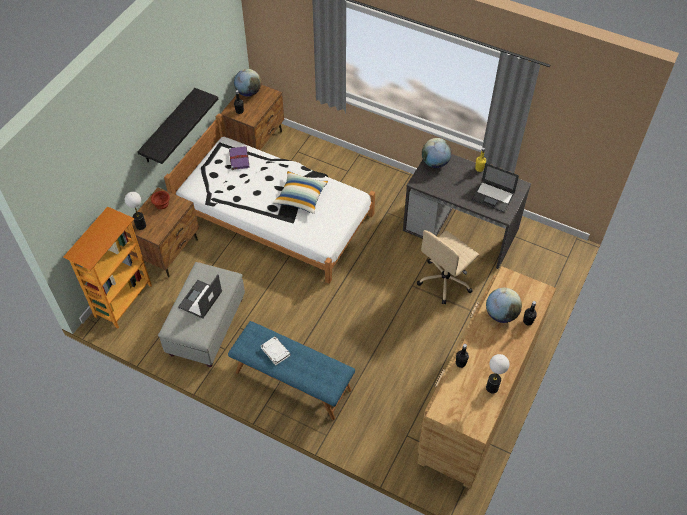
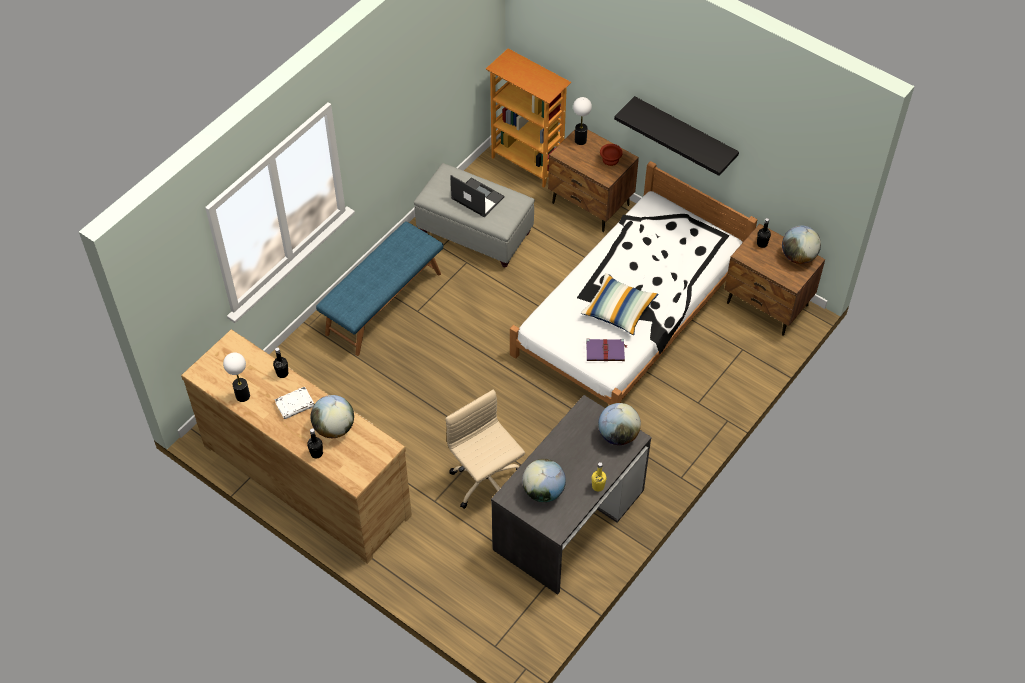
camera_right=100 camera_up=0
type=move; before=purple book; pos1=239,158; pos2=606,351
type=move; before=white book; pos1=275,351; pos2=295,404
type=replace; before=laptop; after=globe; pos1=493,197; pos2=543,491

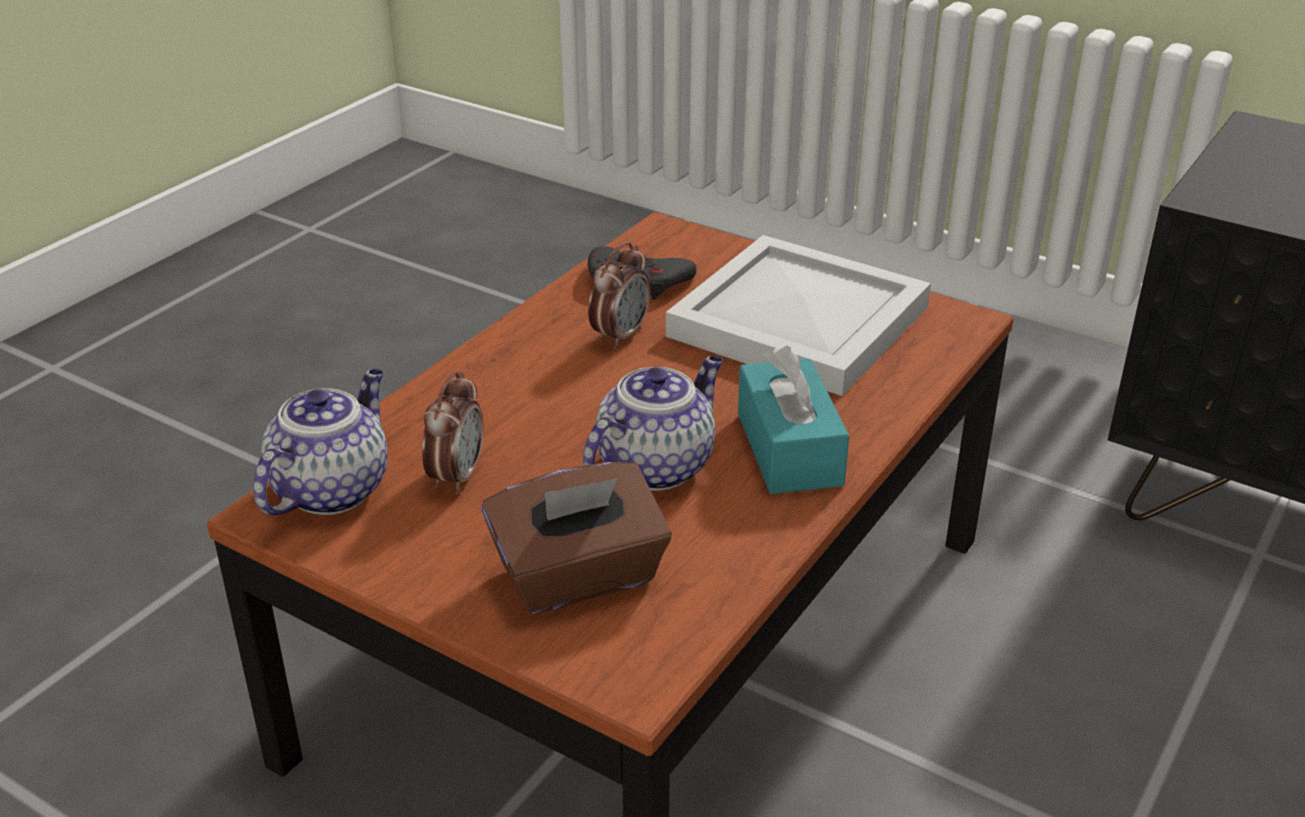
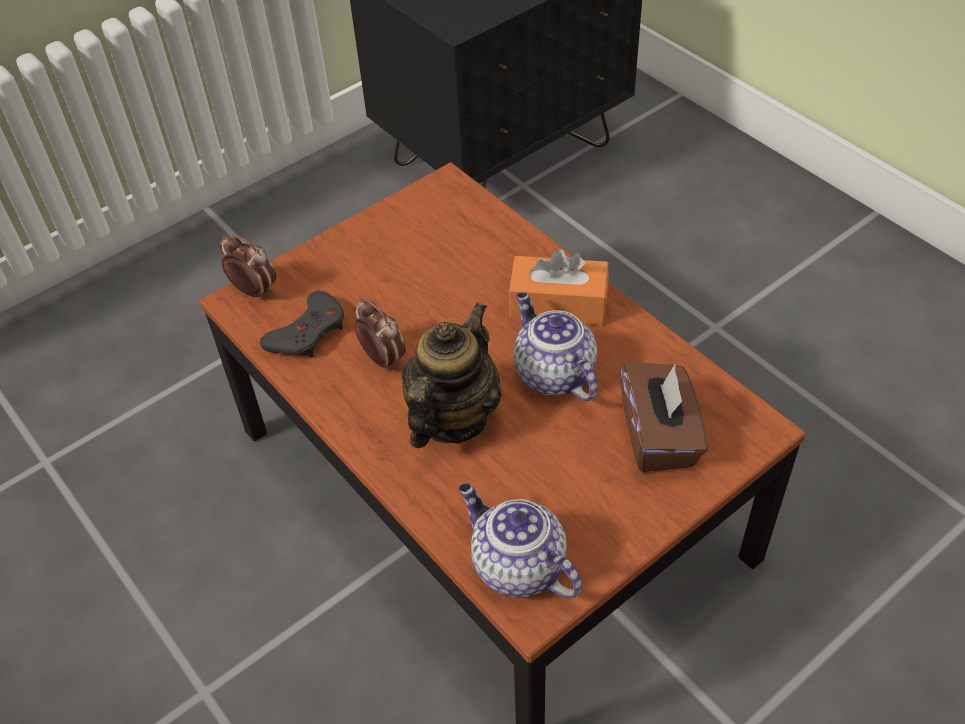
camera_right=-70 camera_up=15
type=delete; before=white tray; pos1=794,322
type=insert; after=teapot; pos2=452,418
type=move; before=alarm clock; pos1=456,476; pos2=254,291
type=recolor; before=turquoise tissue box; after=orange tissue box; pos1=789,449; pos2=558,304

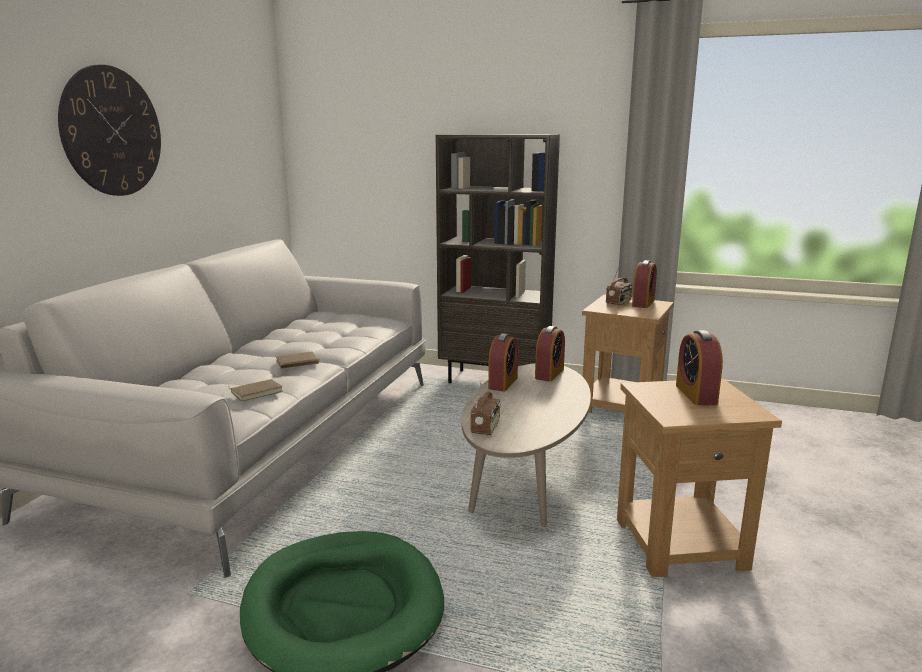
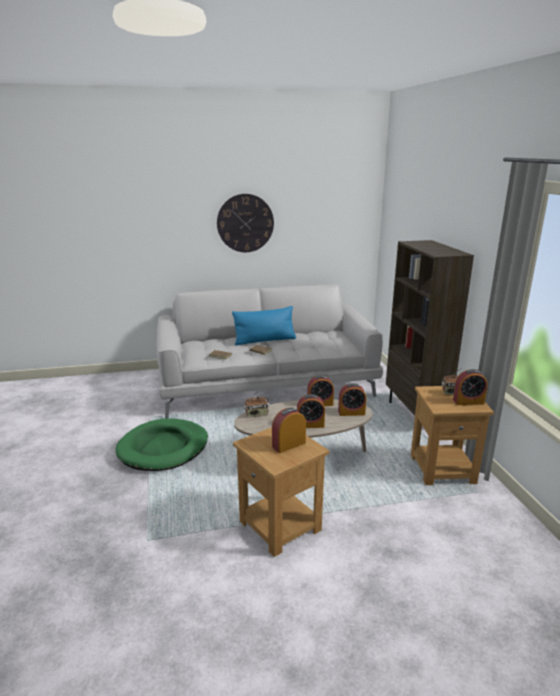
camera_right=60 camera_up=5
type=insert; after=blue pillow; pos2=265,340
type=insert; after=alarm clock; pos2=310,425

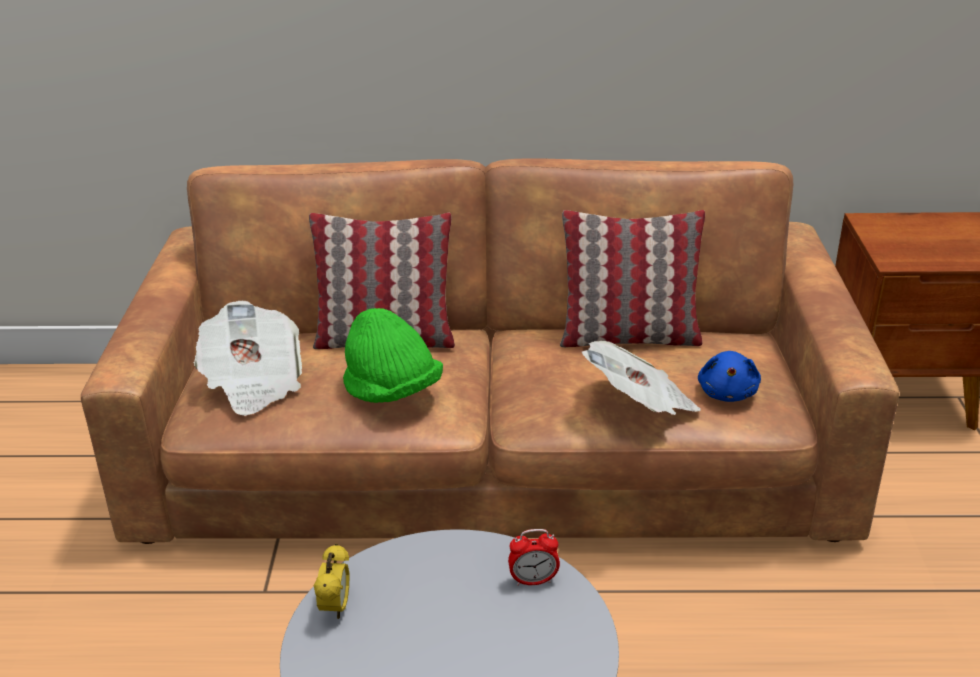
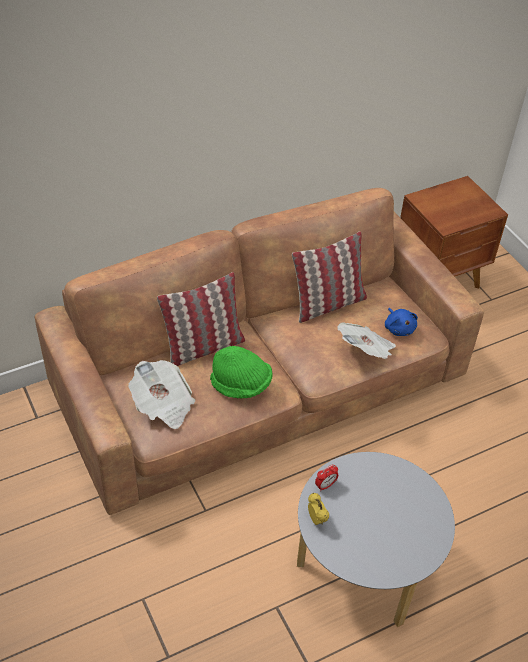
camera_right=-30 camera_up=15
type=move; before=alarm clock; pos1=533,580; pos2=325,485

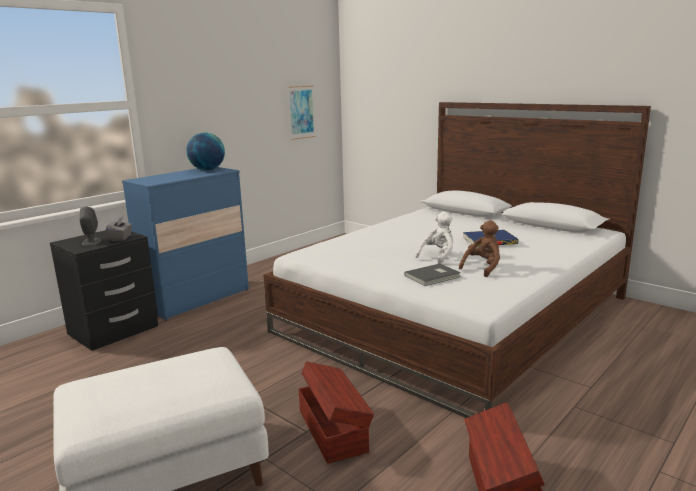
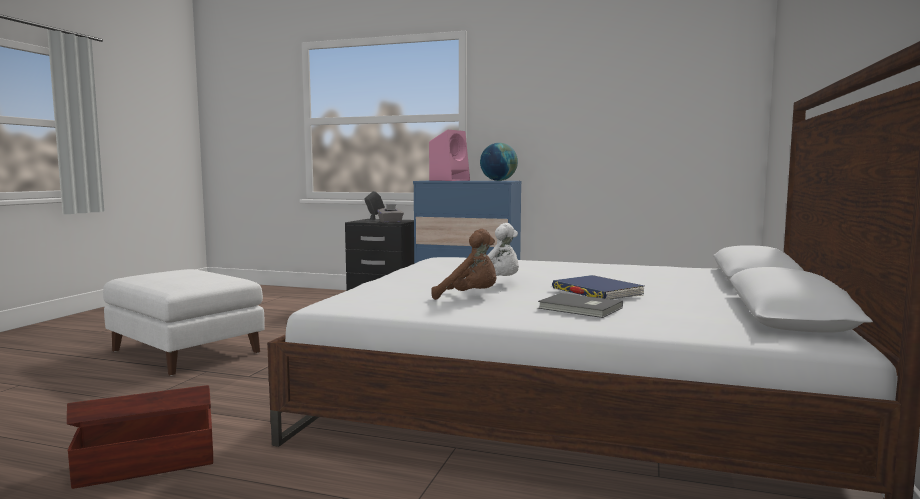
camera_right=65 camera_up=-10
type=delete; before=picture; pos1=301,112
type=delete; before=brown storage box; pos1=333,430
type=insert; after=pink speaker; pos2=450,180
type=move; before=grey book; pos1=433,276; pos2=580,308

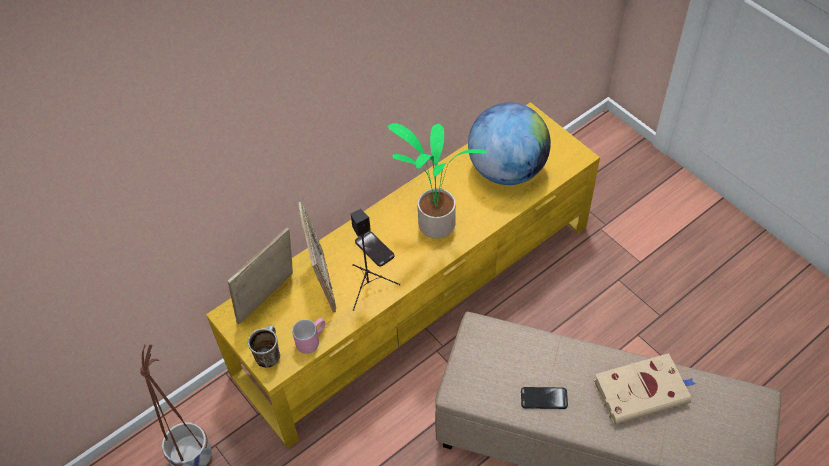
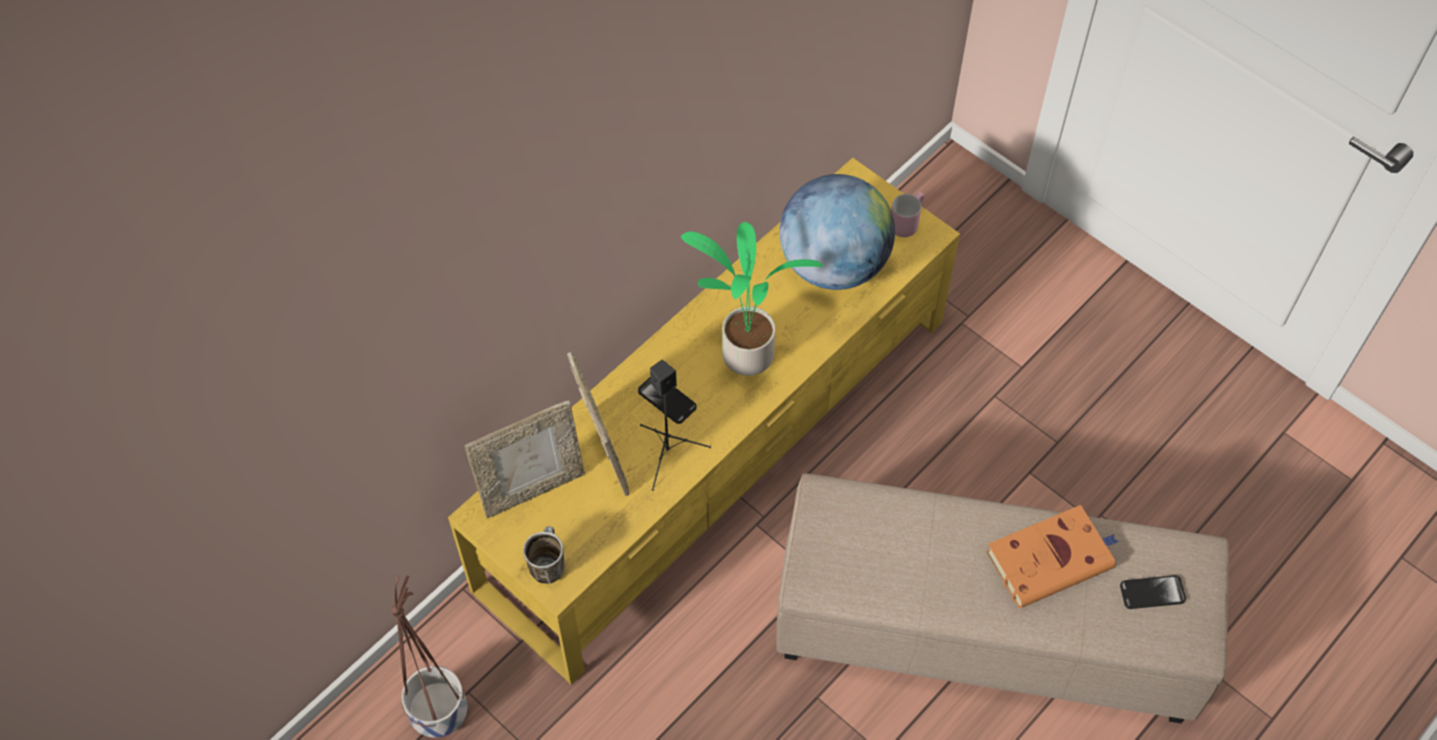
camera_right=-10 camera_up=5
type=move; before=pink mug; pos1=310,340; pos2=905,221
type=move; before=phone; pos1=544,398; pos2=1152,593
type=recolor; before=beige book; after=orange book; pos1=643,391; pos2=1052,558
type=rotate; before=picture frame; pos1=268,301; pos2=532,489; turn=-150

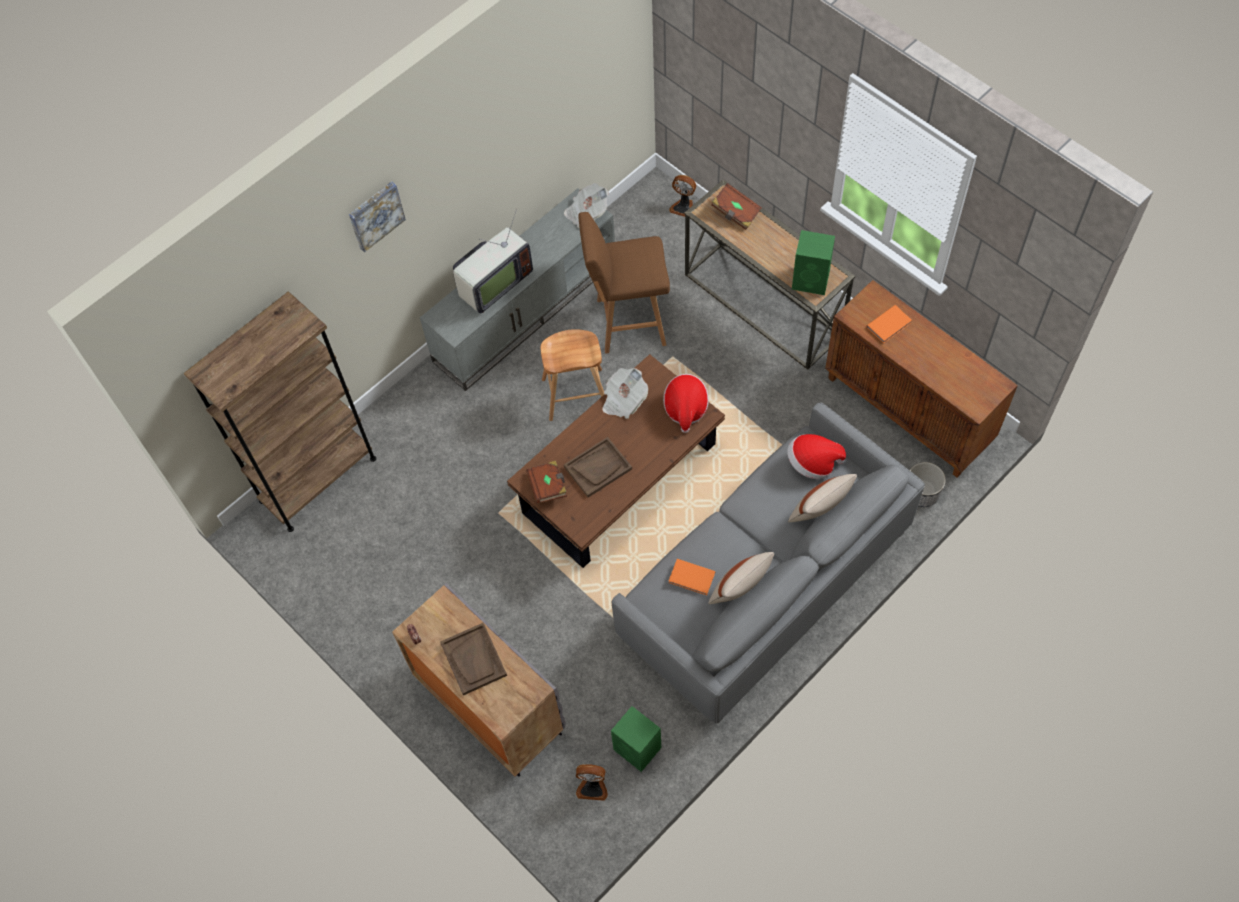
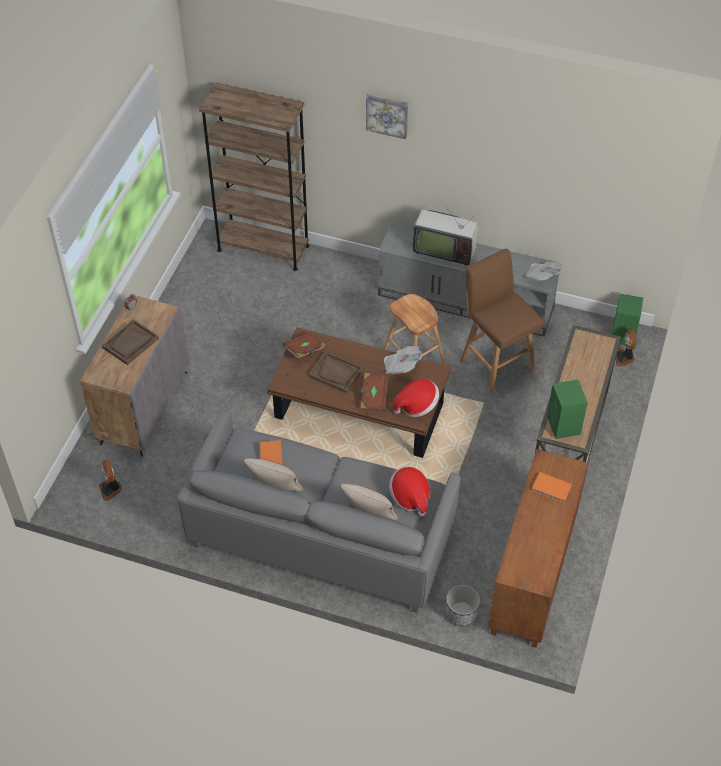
camera_right=60 camera_up=-10
type=move; before=green speaker; pos1=638,749; pos2=623,335
type=move; before=brown book; pos1=735,212; pos2=373,397

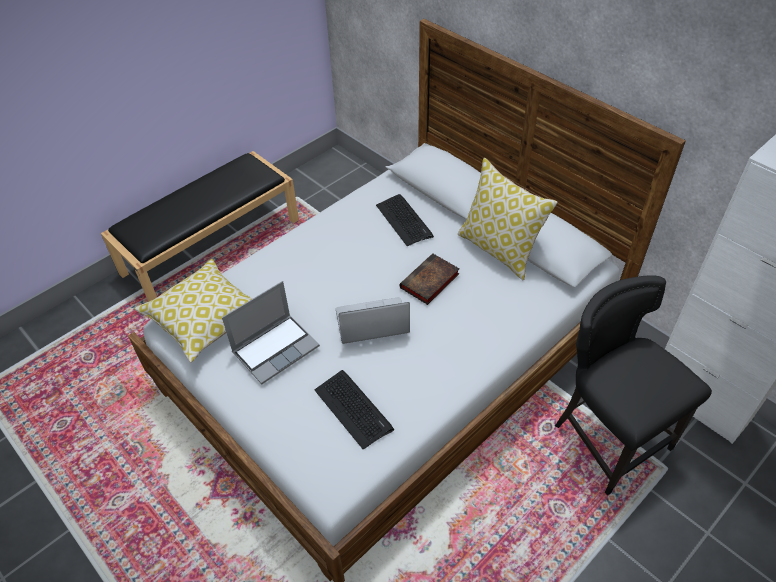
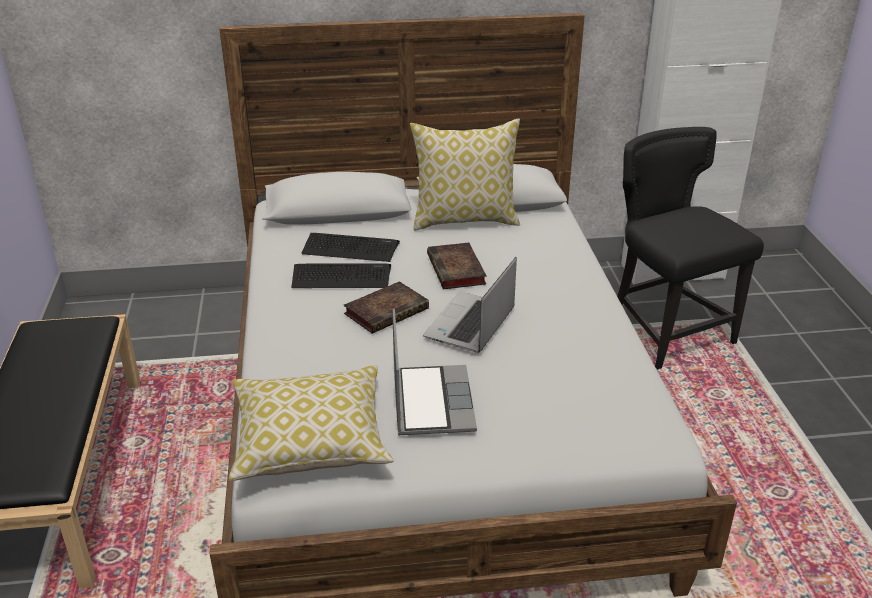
camera_right=-55 camera_up=-15
type=insert; after=book; pos2=387,310
type=move; before=keyboard; pos1=353,409; pos2=341,277
type=rotate; before=black chair; pos1=608,438; pos2=667,331; turn=60

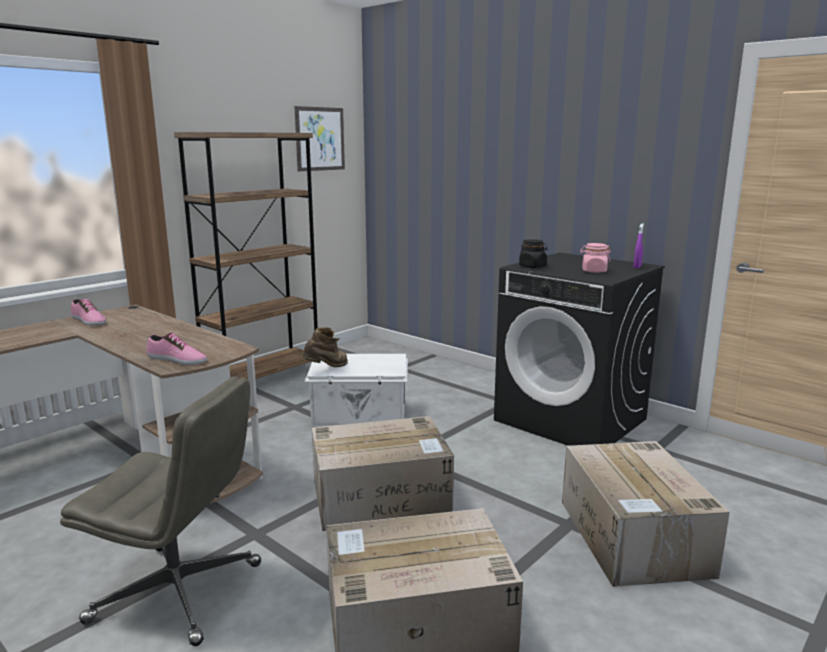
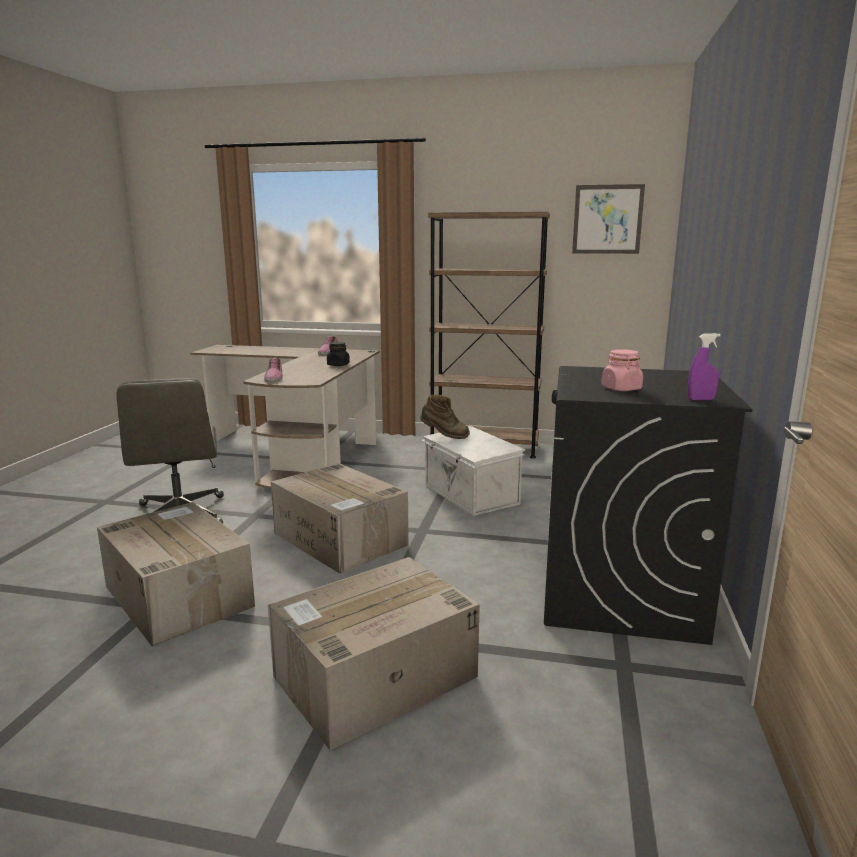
camera_right=60 camera_up=0
type=move; before=black jar; pos1=532,266; pos2=338,365

